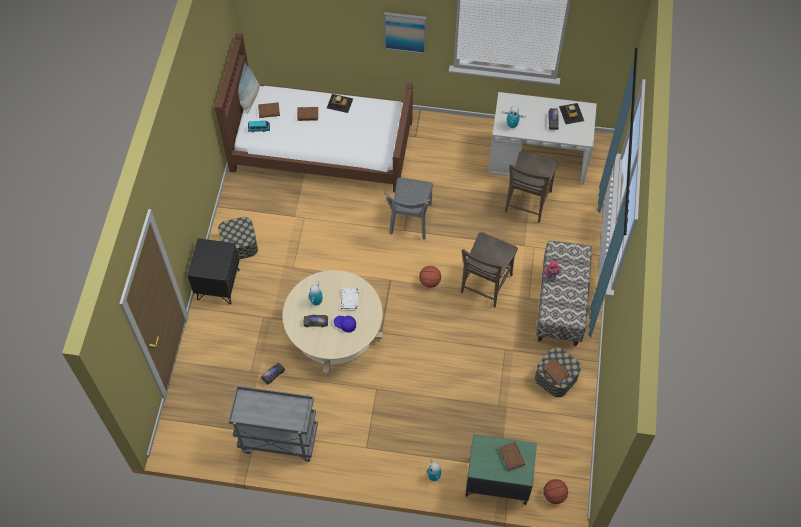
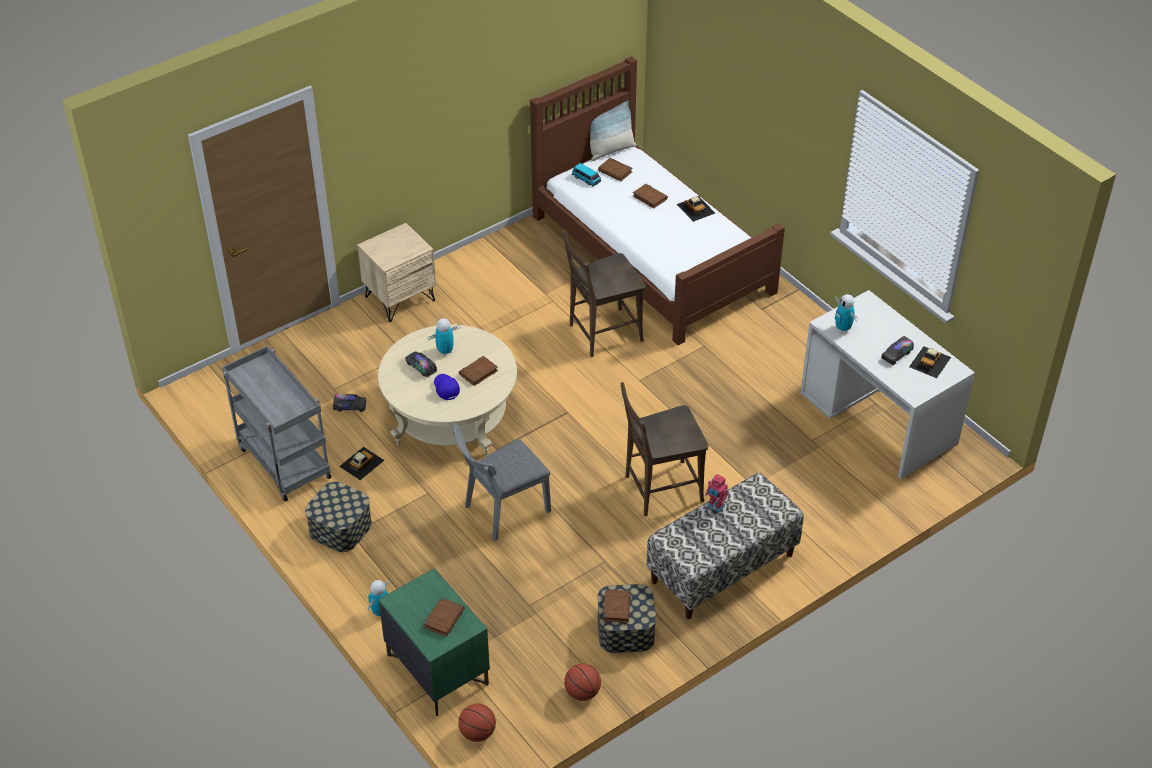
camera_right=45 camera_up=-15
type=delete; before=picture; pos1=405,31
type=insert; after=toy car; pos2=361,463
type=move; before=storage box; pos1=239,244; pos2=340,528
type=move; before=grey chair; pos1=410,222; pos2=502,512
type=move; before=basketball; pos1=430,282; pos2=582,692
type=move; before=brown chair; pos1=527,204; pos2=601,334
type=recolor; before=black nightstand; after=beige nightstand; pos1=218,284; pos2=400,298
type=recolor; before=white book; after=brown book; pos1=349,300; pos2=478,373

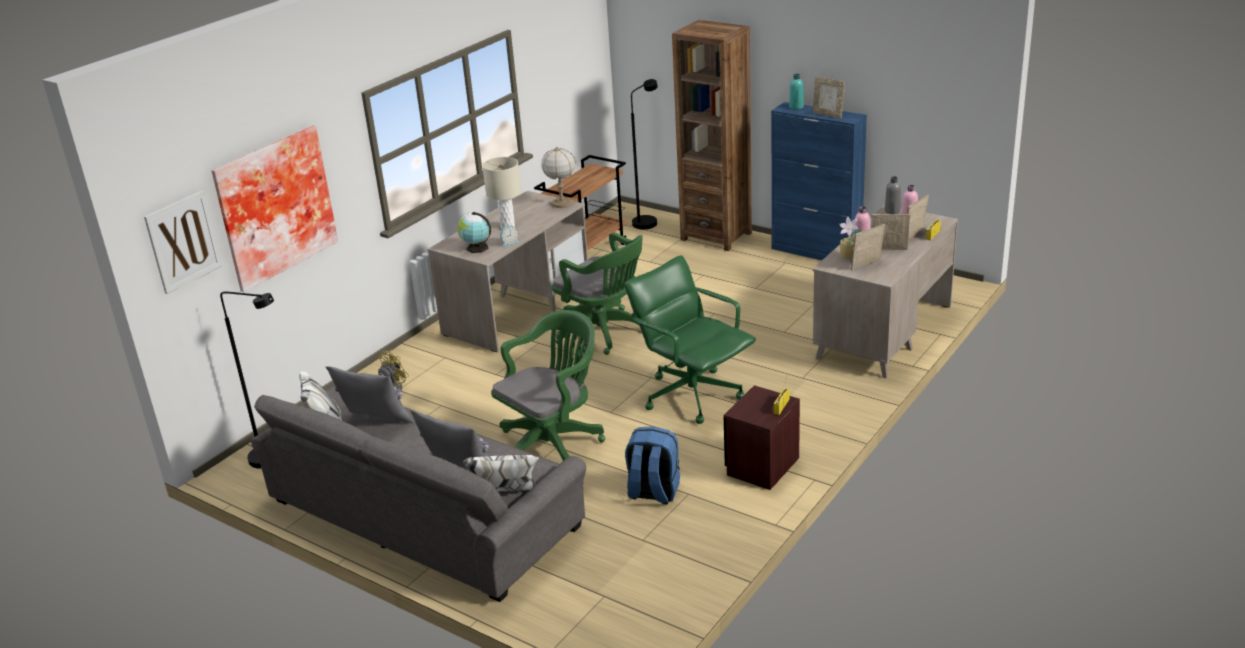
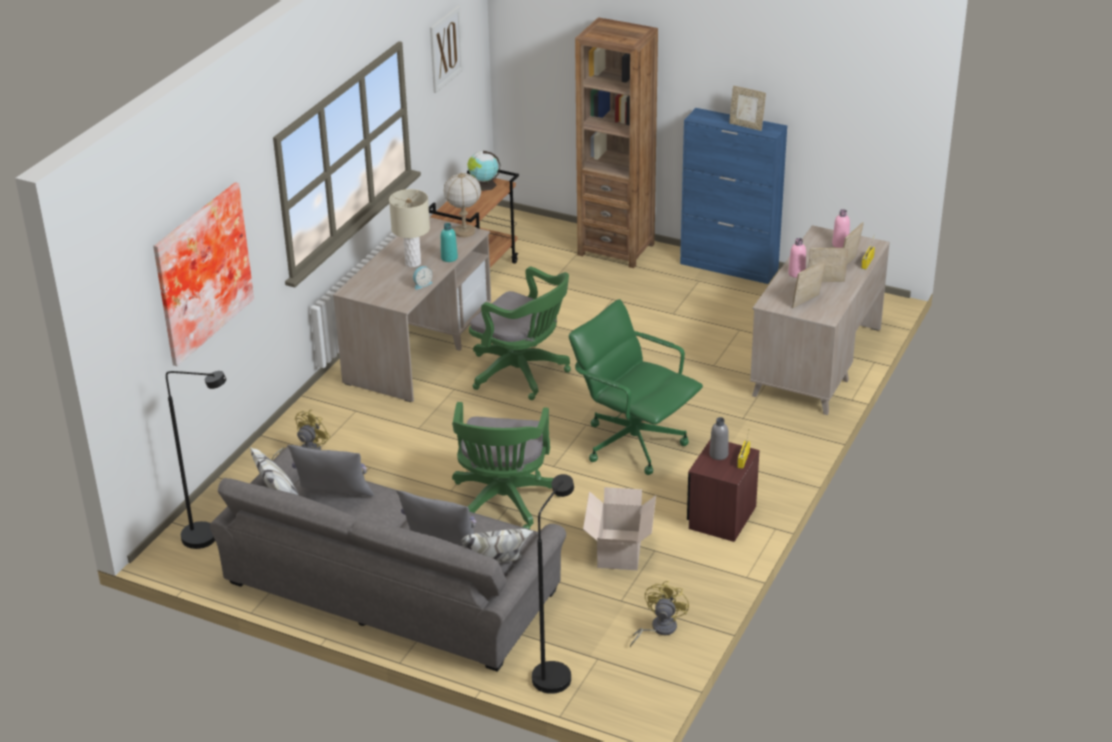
camera_right=-10 camera_up=5
type=delete; before=potted plant; pos1=848,256
type=insert; after=yellow fan; pos2=658,629
type=move; before=picture; pos1=183,241; pos2=445,49
type=move; before=globe; pos1=476,248; pos2=484,185
type=move; before=black floor lamp; pos1=647,221; pos2=555,671
type=move; before=turquoise bottle; pos1=796,107; pos2=449,258
type=move; before=grey bottle; pos1=892,211; pos2=718,454
type=replace; before=blue backpack; after=cardboard box; pos1=653,492; pos2=619,551
type=rotate; before=green office chair; pos1=553,443; pos2=503,504; turn=150

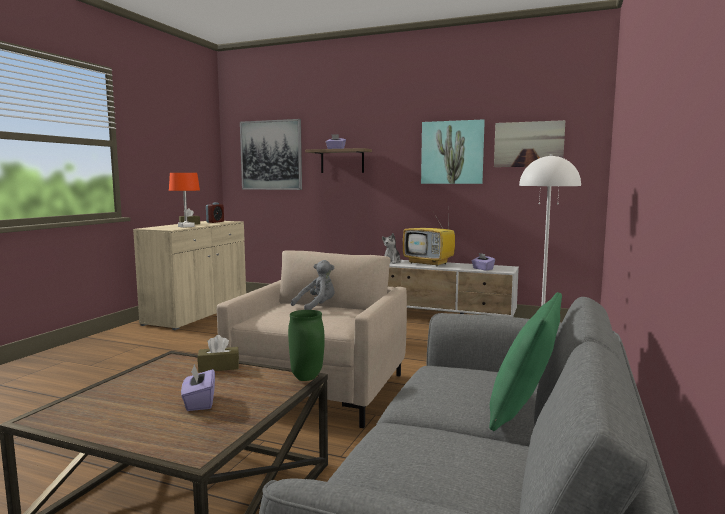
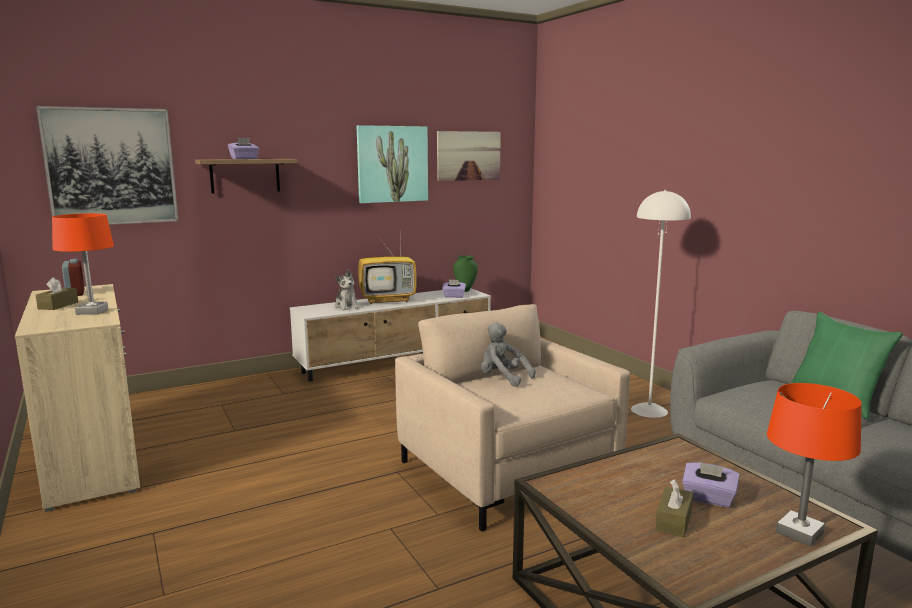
camera_right=-50 camera_up=5
type=insert; after=orange table lamp; pos2=799,532
type=move; before=brown tissue box; pos1=219,367; pos2=673,521
type=move; before=green vase; pos1=307,378; pos2=465,290
type=rotate; before=grey plush toy; pos1=317,307; pos2=503,378; turn=-60

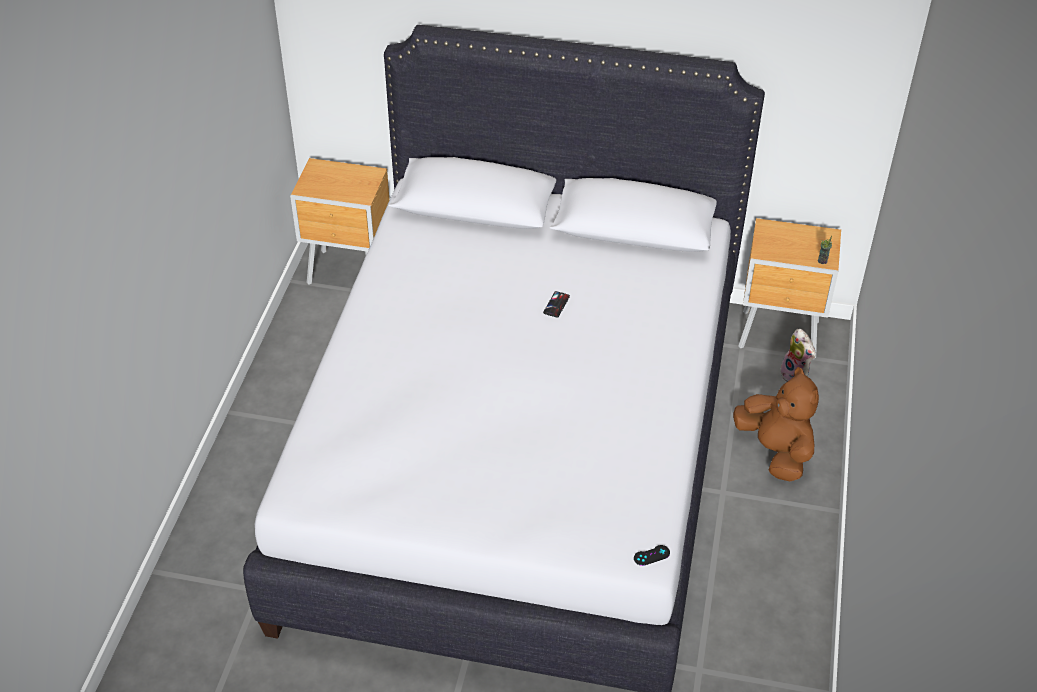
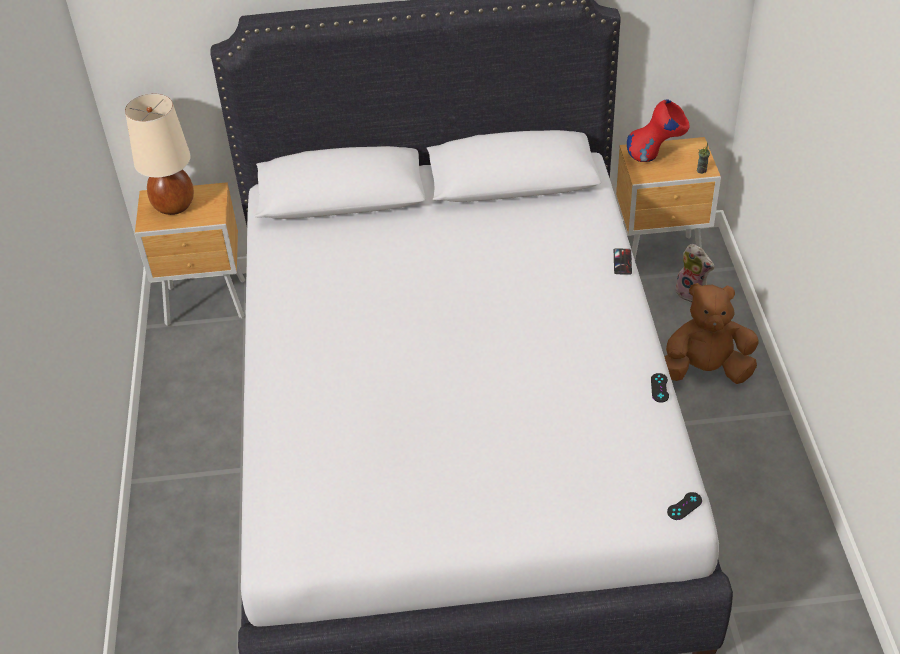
camera_right=-15 camera_up=0
type=insert; after=beige table lamp; pos2=173,205
type=insert; after=red vase; pos2=655,157
type=insert; after=black game controller; pos2=659,388
type=move; before=phone; pos1=556,304; pos2=622,262
type=rotate; before=brown plush toy; pos1=775,451; pos2=705,370; turn=-45

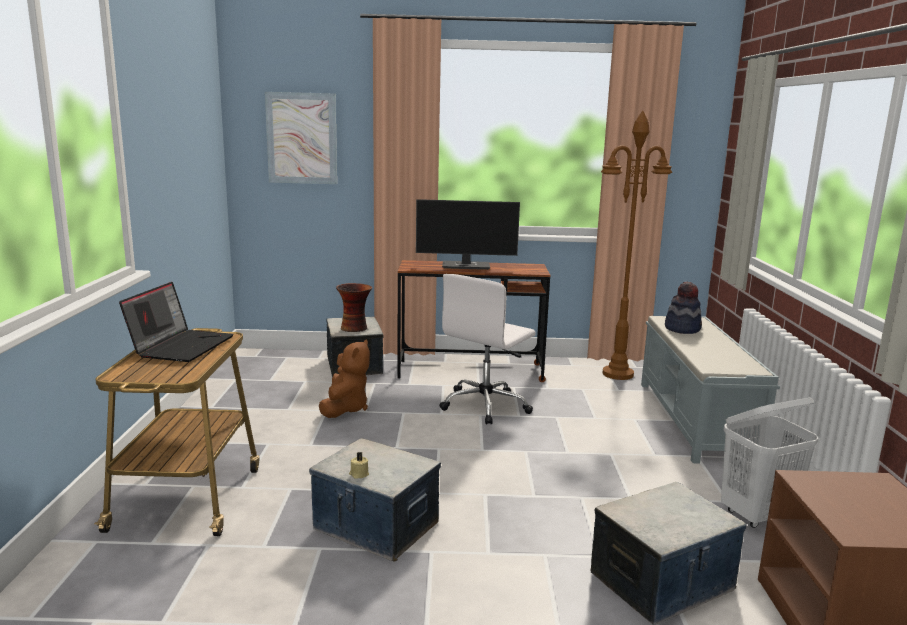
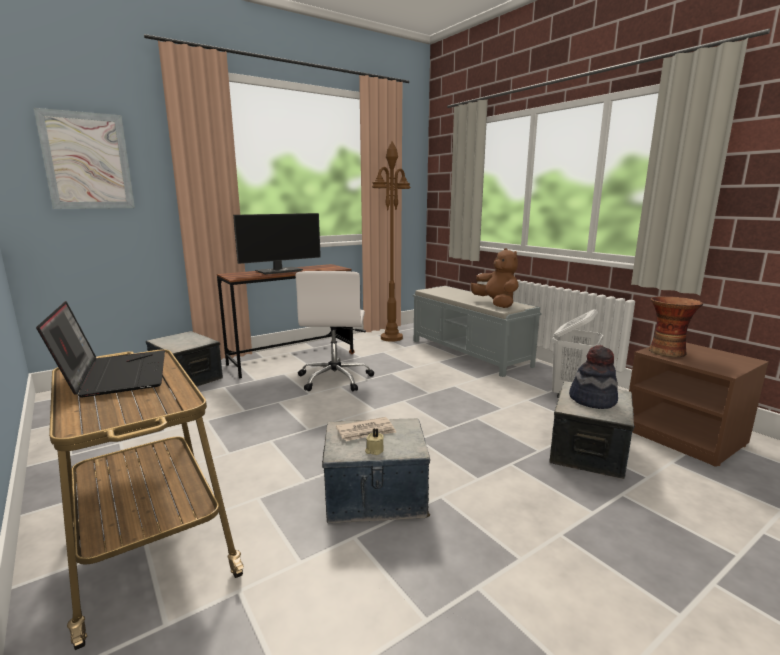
camera_right=-35 camera_up=0
type=insert; after=newspaper; pos2=366,432
type=move; before=brown plush toy; pos1=345,408; pos2=496,304
type=move; before=vase; pos1=355,328; pos2=667,352
type=move; before=hat; pos1=682,329; pos2=592,400

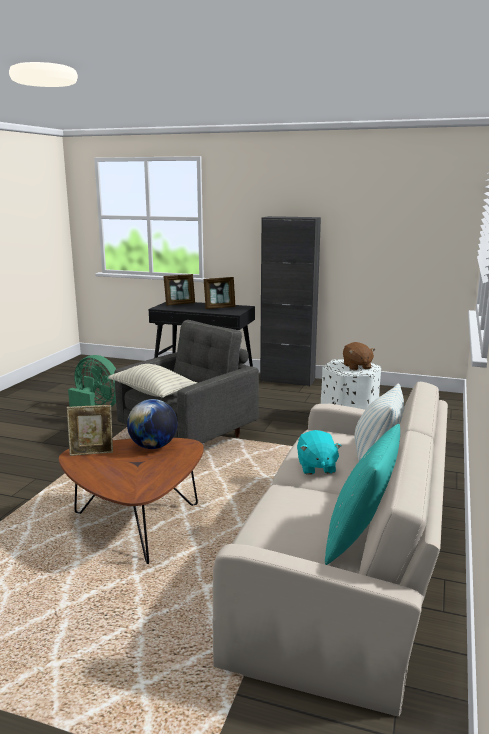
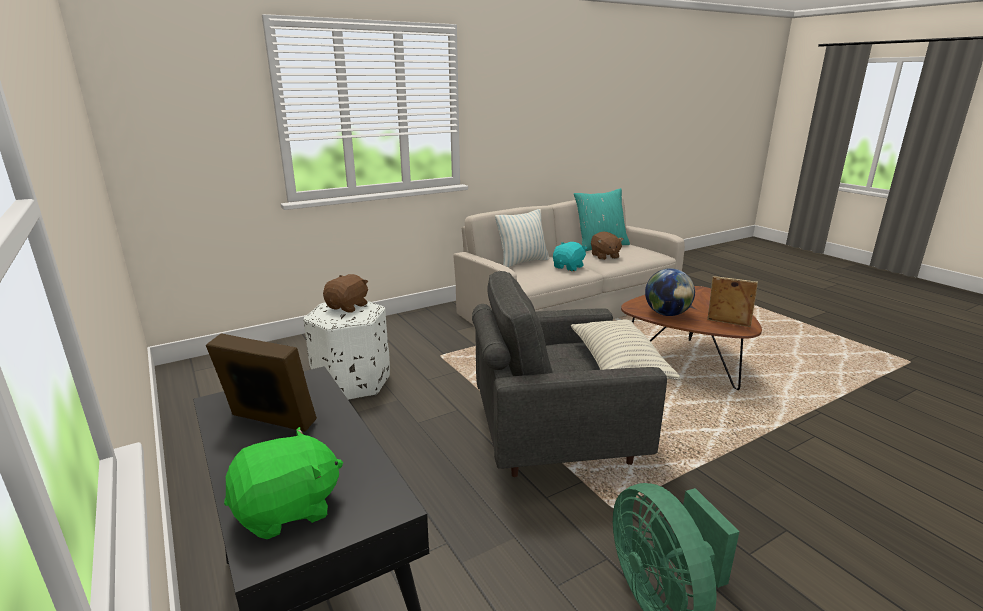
camera_right=-140 camera_up=5
type=delete; before=black cabinet; pos1=287,380
type=insert; after=brown plush toy; pos2=604,256
type=replace; before=picture frame; after=green plush toy; pos1=180,304; pos2=288,510

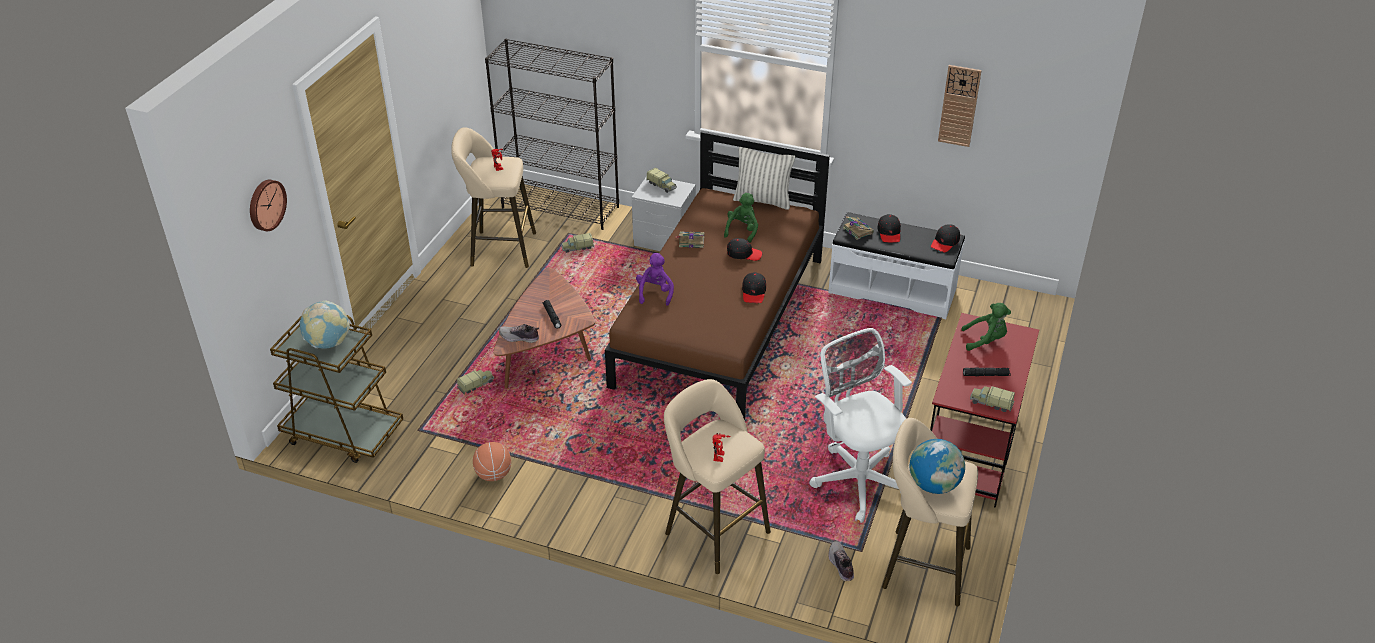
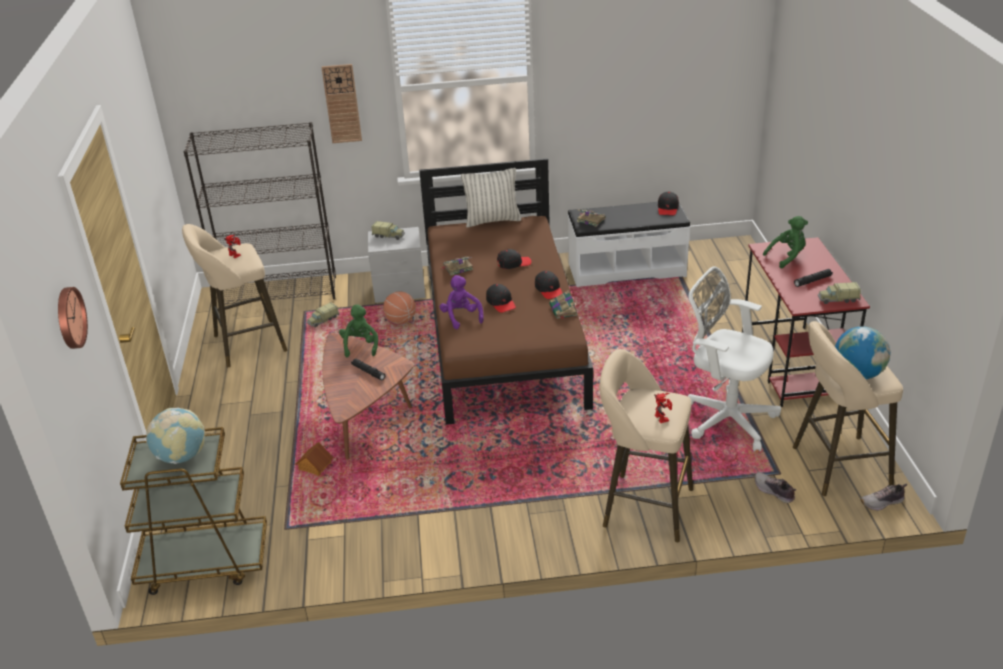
camera_right=-25 camera_up=-5
type=insert; after=book; pos2=563,310
type=move; before=basketball; pos1=493,474; pos2=401,320
type=move; before=shoe; pos1=519,338; pos2=882,503
type=move; before=green plush toy; pos1=742,231; pos2=360,346
type=move; before=black cap; pos1=889,233; pos2=501,302
type=move; before=wall clock; pos1=959,105; pos2=342,103
type=replace; before=toy truck; after=toy house; pos1=476,385; pos2=314,467

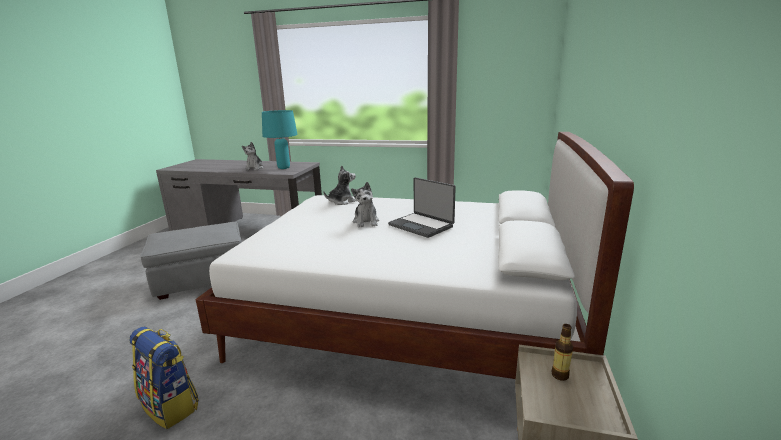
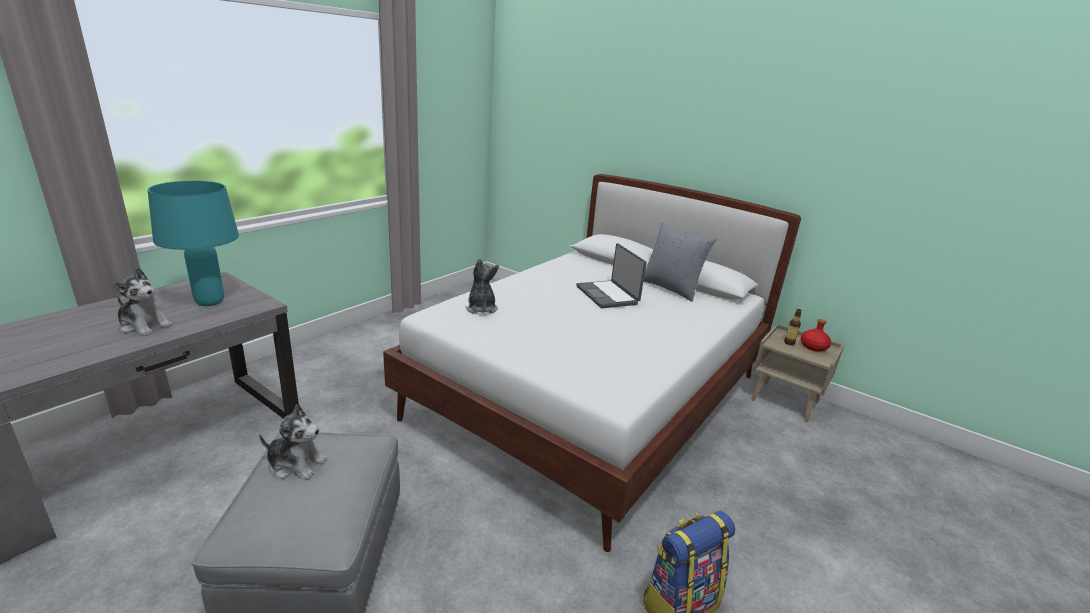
camera_right=-70 camera_up=5
type=insert; after=grey pillow; pos2=671,288
type=insert; after=red bottle; pos2=813,346
type=move; before=plush toy; pos1=366,222; pos2=296,464
type=rotate; before=laptop; pos1=421,225; pos2=608,295; turn=90

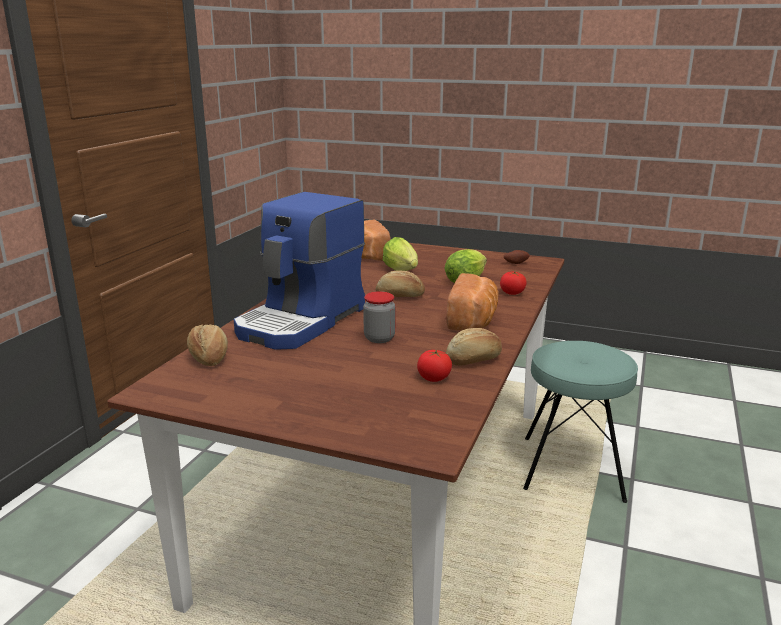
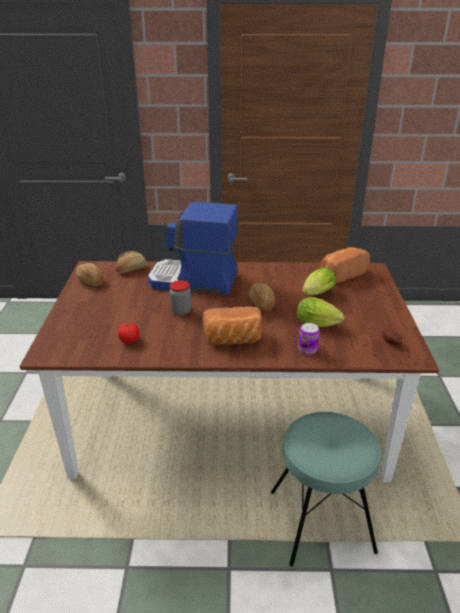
camera_right=70 camera_up=10
type=move; before=bread; pos1=474,360; pos2=90,281
type=replace; before=tomato; after=can; pos1=512,293; pos2=307,350

